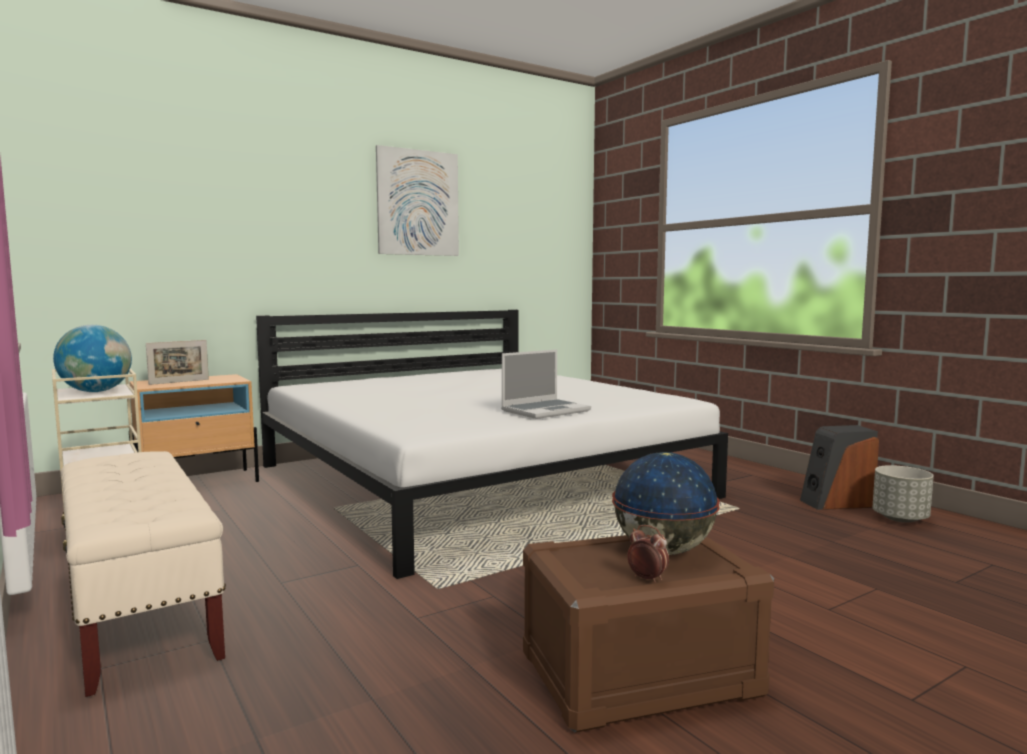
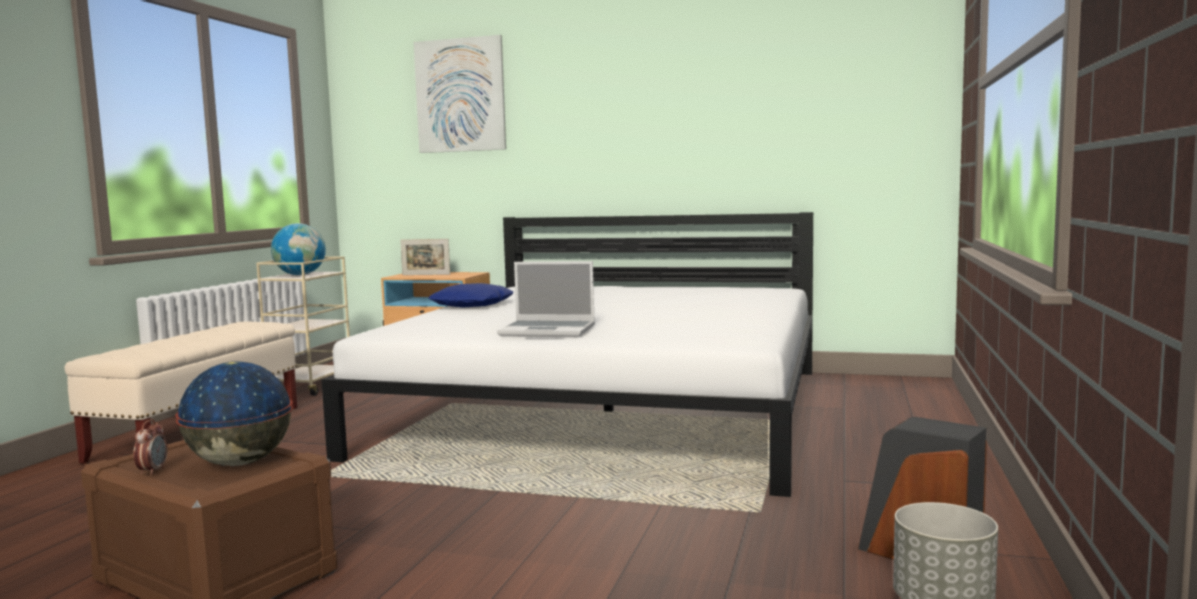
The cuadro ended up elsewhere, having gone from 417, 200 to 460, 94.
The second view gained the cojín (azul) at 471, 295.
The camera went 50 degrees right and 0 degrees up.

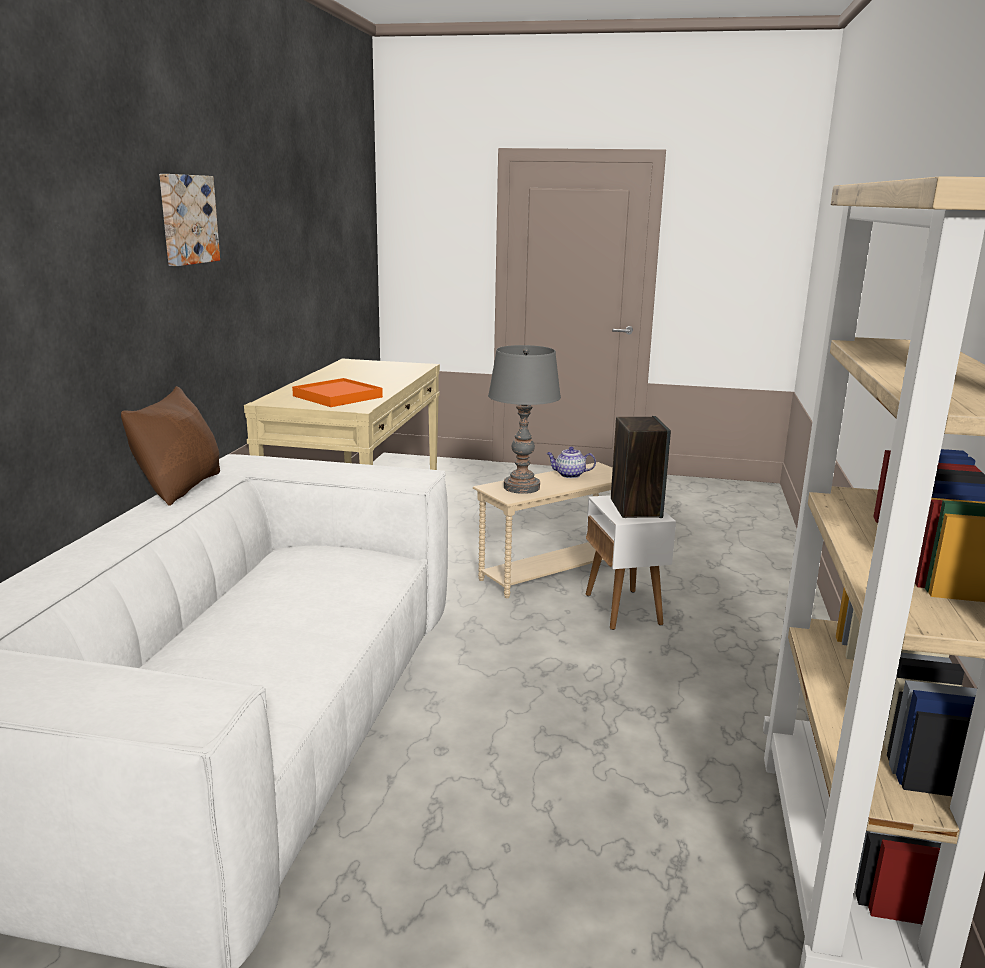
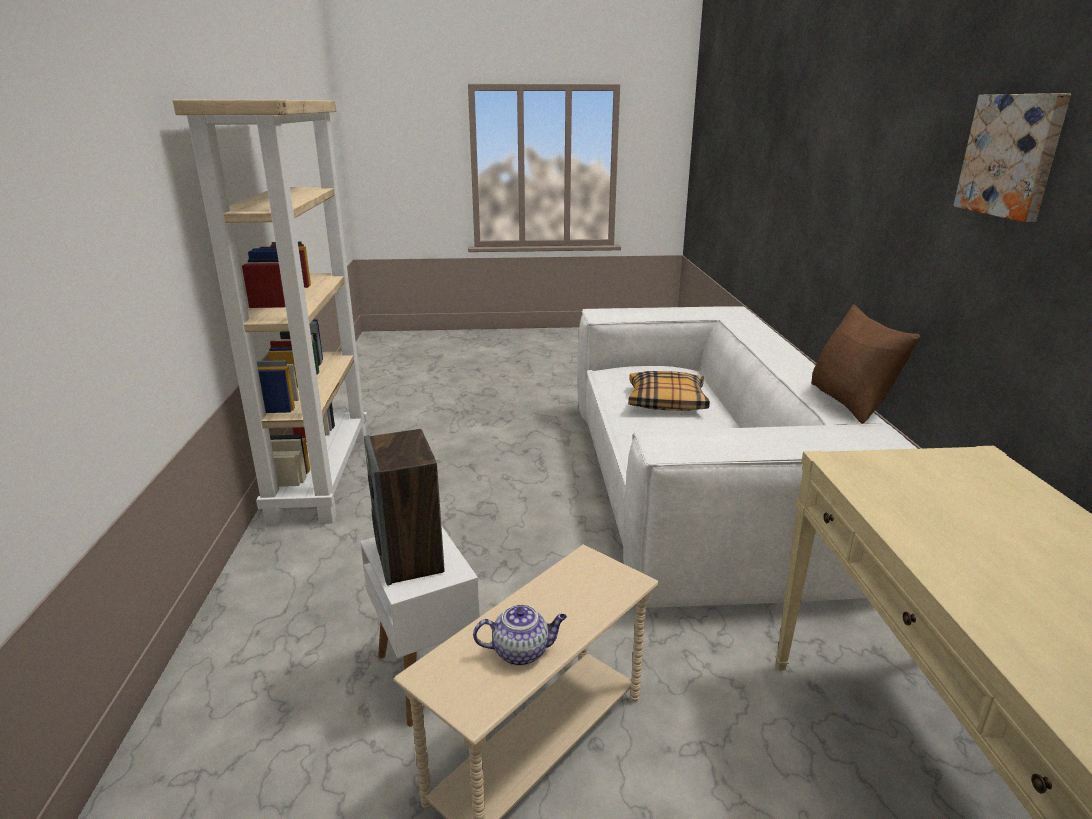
The second view lost the lámpara de mesa (gris) at 524, 419.
The second view lost the bandeja (naranja) at 337, 392.
The second view gained the cojín at 669, 391.
The camera went 165 degrees right and 5 degrees up.

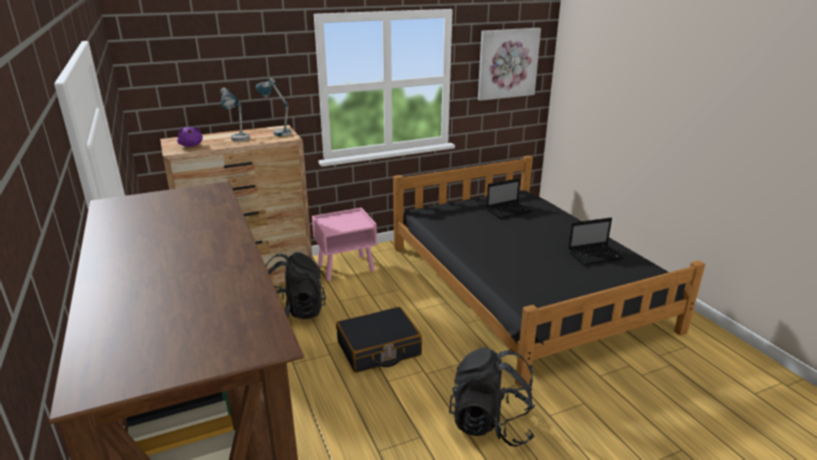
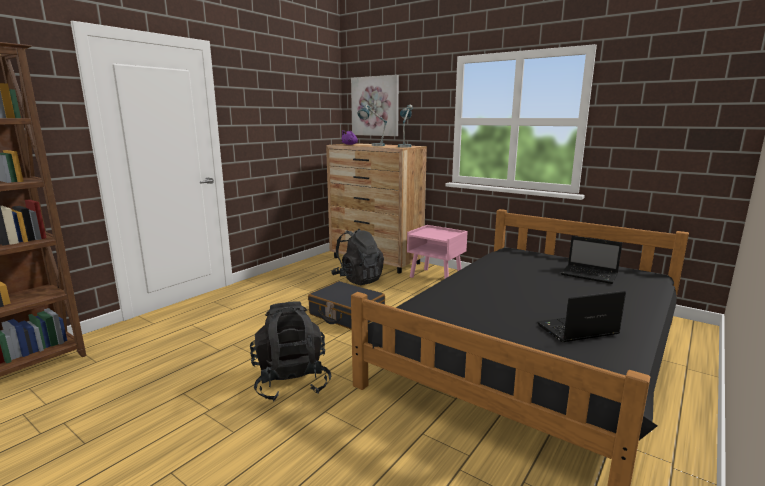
The cuadro ended up elsewhere, having gone from 509, 64 to 375, 105.
The portátil at 596, 241 ended up facing another way, 120 degrees clockwise from before.
The camera went 60 degrees right and 10 degrees down.

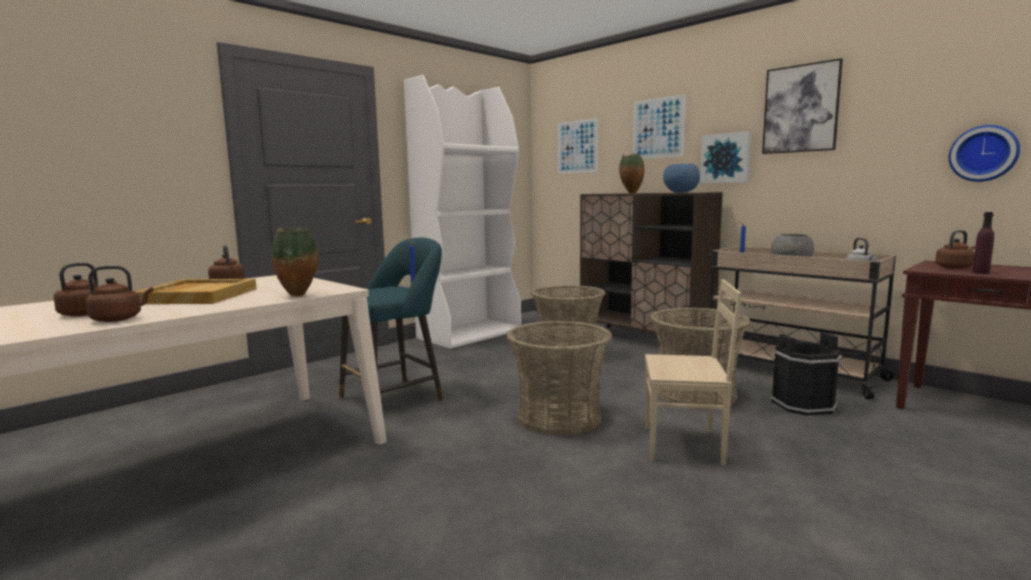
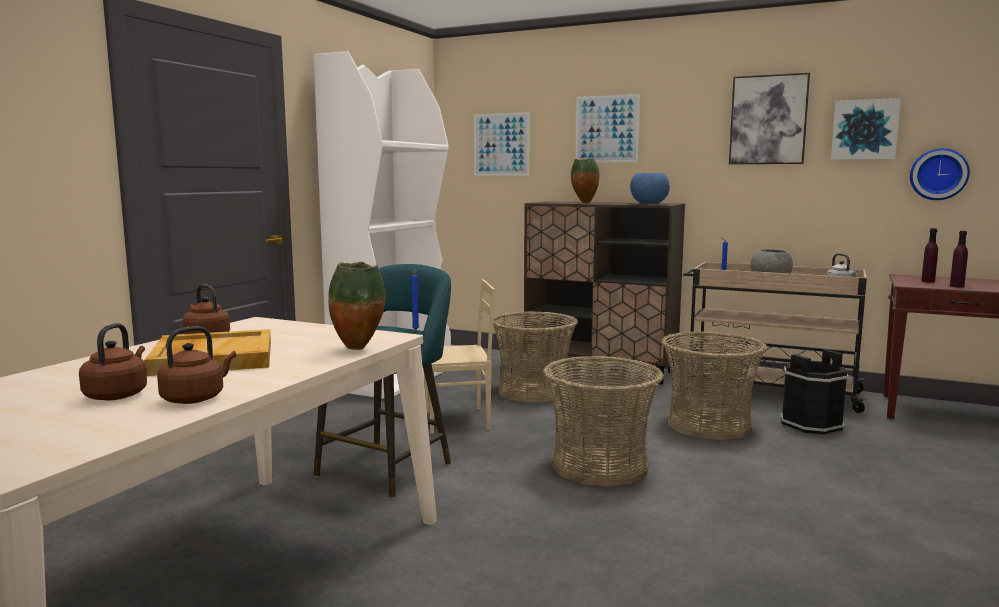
The cuadro ended up elsewhere, having gone from 725, 157 to 866, 129.
Where the hervidor (marrón) stood at 955, 249, the botella (morado) came to stand at 929, 255.
The silla (beis) ended up elsewhere, having gone from 693, 372 to 459, 356.
The camera went 20 degrees left and 0 degrees up.

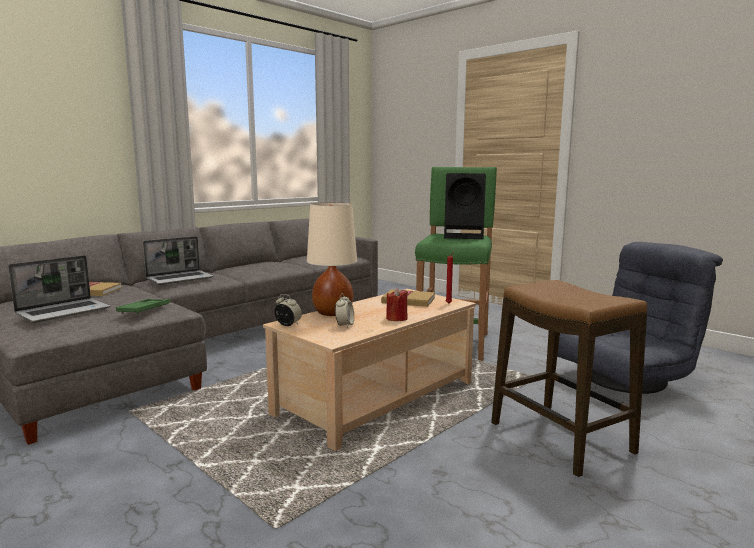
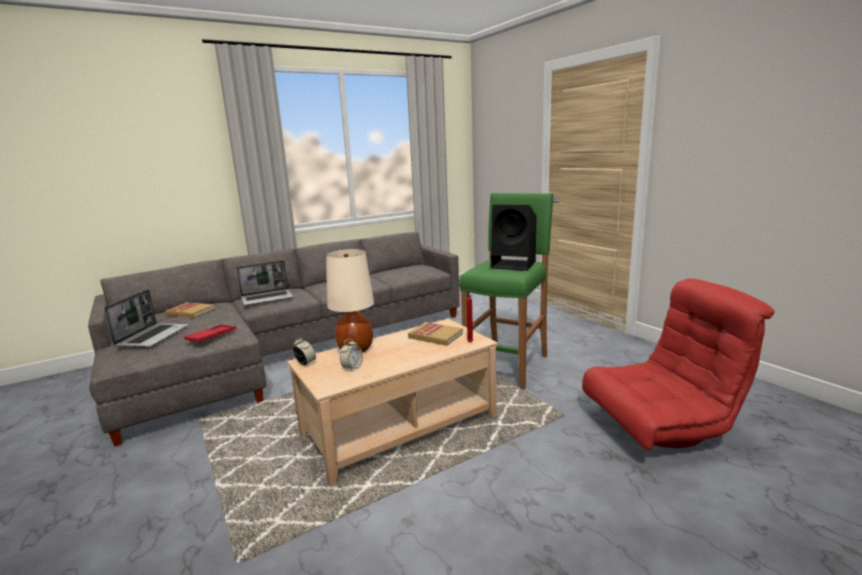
What was the sillón (gris) at 640, 318 turned into the sillón (rojo) at 678, 364.
The portátil at 59, 289 ended up facing another way, 45 degrees counterclockwise from before.
The second view lost the taburete at 569, 378.
The second view lost the vela (rojo) at 397, 304.
What was the bandeja (verde) at 143, 306 turned into the bandeja (rojo) at 210, 333.
The camera went 15 degrees right and 5 degrees up.

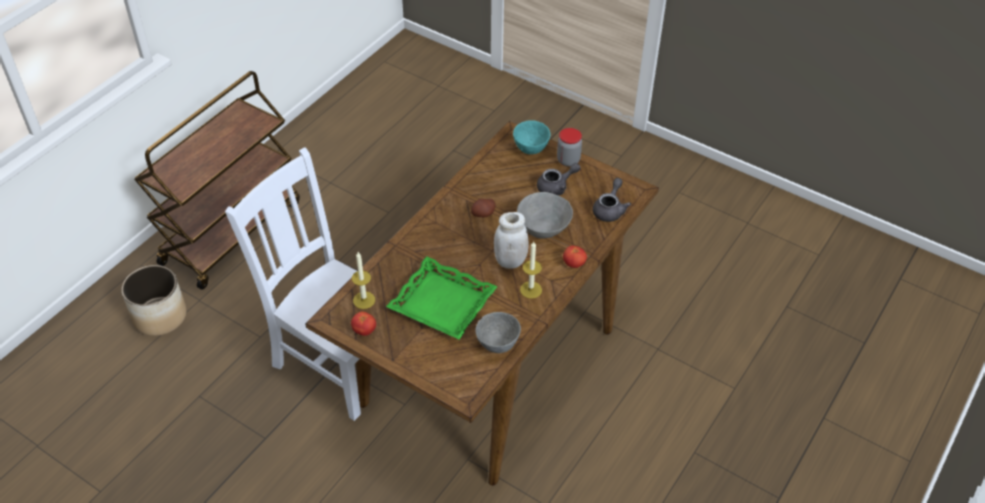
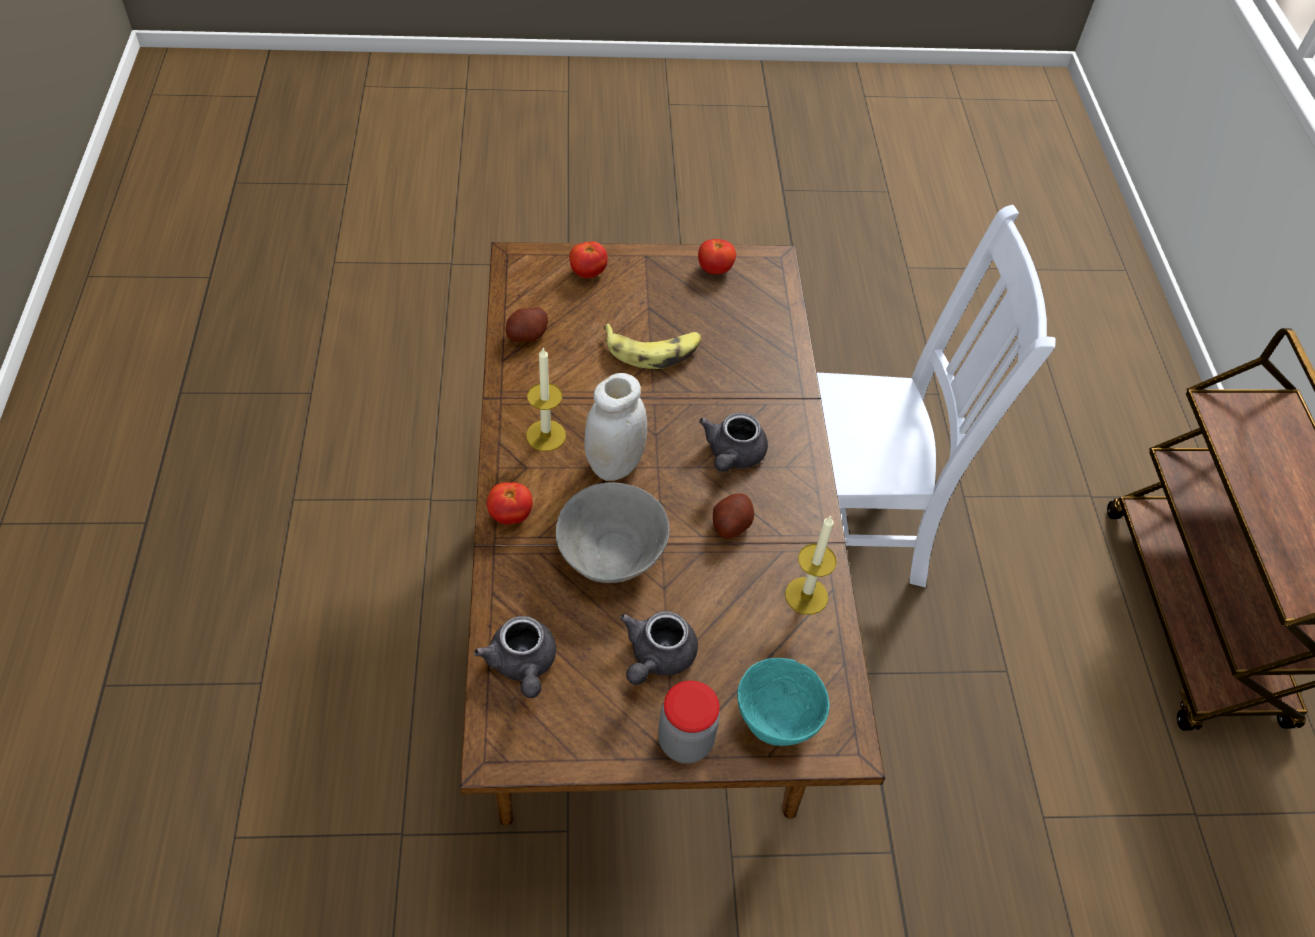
The vela ended up elsewhere, having gone from 363, 280 to 811, 565.
Where the bandeja (verde) stood at 442, 297, the plátano came to stand at 652, 346.
The second view lost the maceta at 154, 300.
Where the cuenco (gris) stood at 498, 332, the patata came to stand at 527, 324.
The second view gained the tomate at 588, 259.
The second view gained the tetera (gris) at 733, 442.
The camera went 140 degrees right and 5 degrees up.

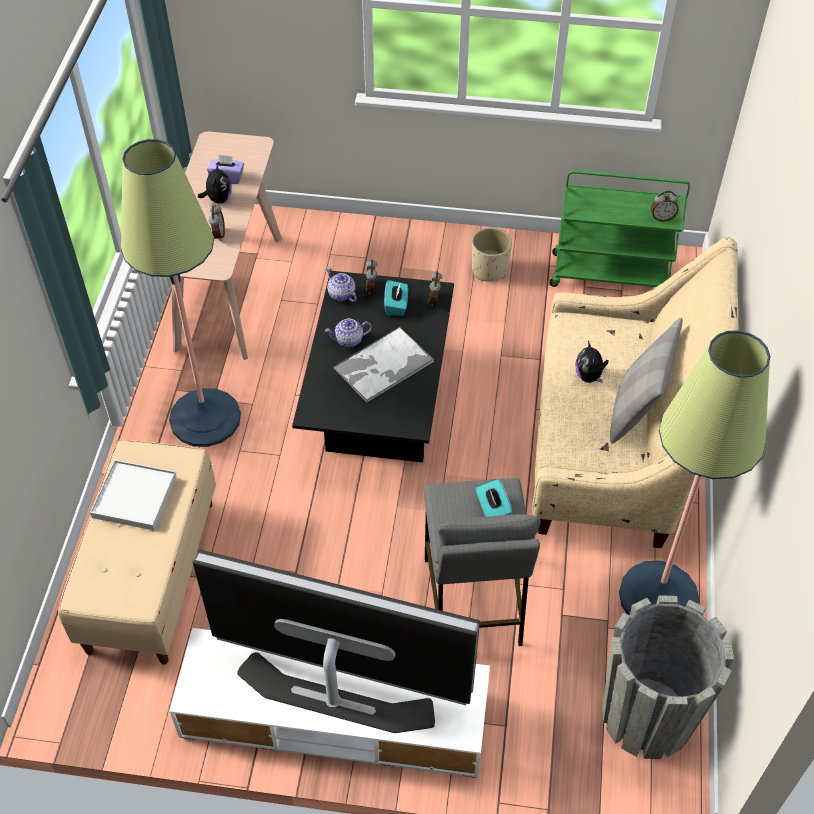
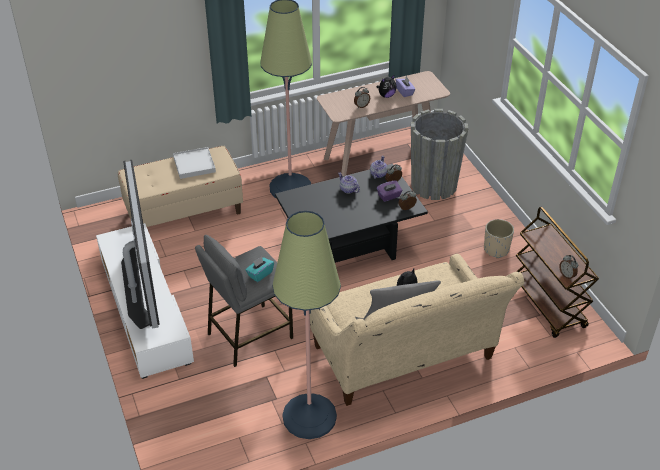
What was the carrito (verde) at 620, 229 turned into the carrito (marrón) at 557, 272.
What was the caja de pañuelos (turquesa) at 396, 298 turned into the caja de pañuelos (morado) at 389, 191.
The second view lost the bandeja at 383, 365.
The maceta (gris) ended up elsewhere, having gone from 668, 677 to 440, 154.
The camera went 60 degrees right and 10 degrees down.

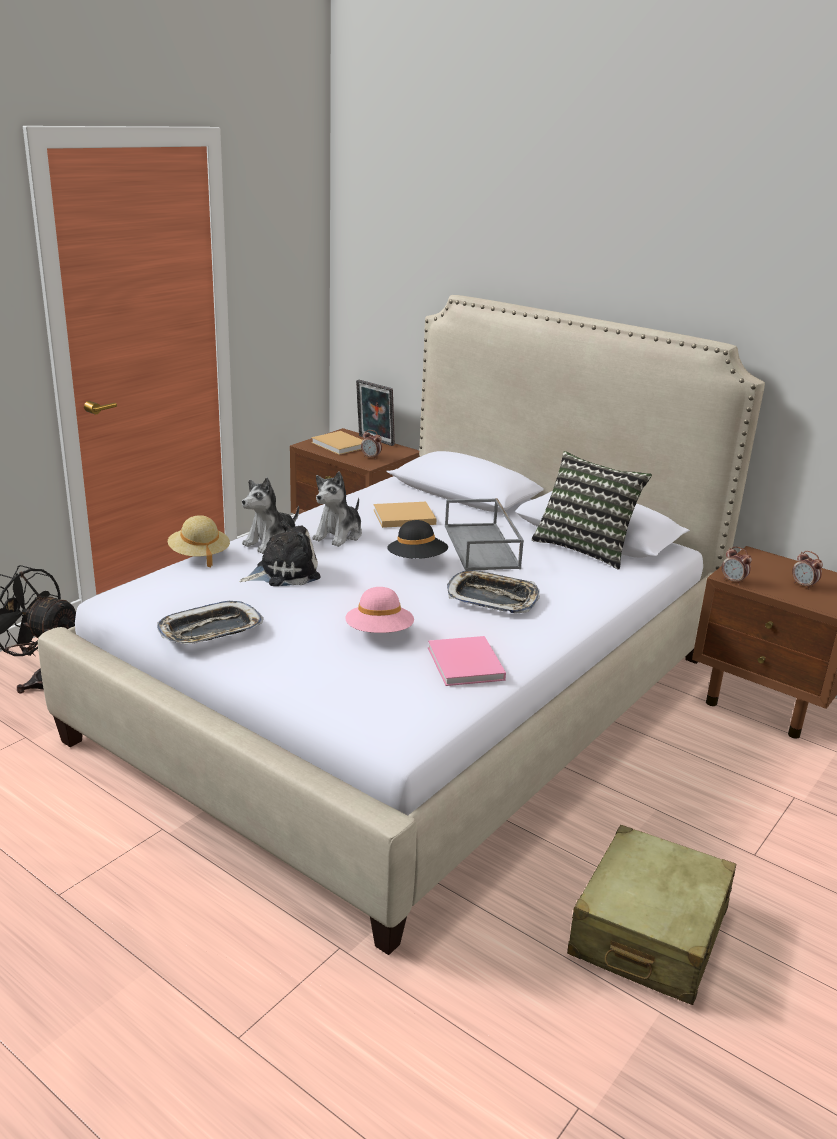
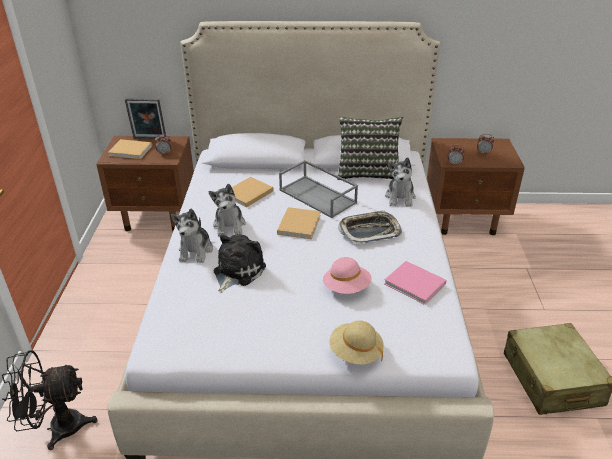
The sombrero (beis) ended up elsewhere, having gone from 199, 541 to 357, 342.
Where the sombrero (negro) stood at 417, 539, the libro (beis) came to stand at 299, 223.
The second view lost the bandeja at 210, 622.
The second view gained the peluche at 400, 182.
The camera went 35 degrees left and 10 degrees up.

